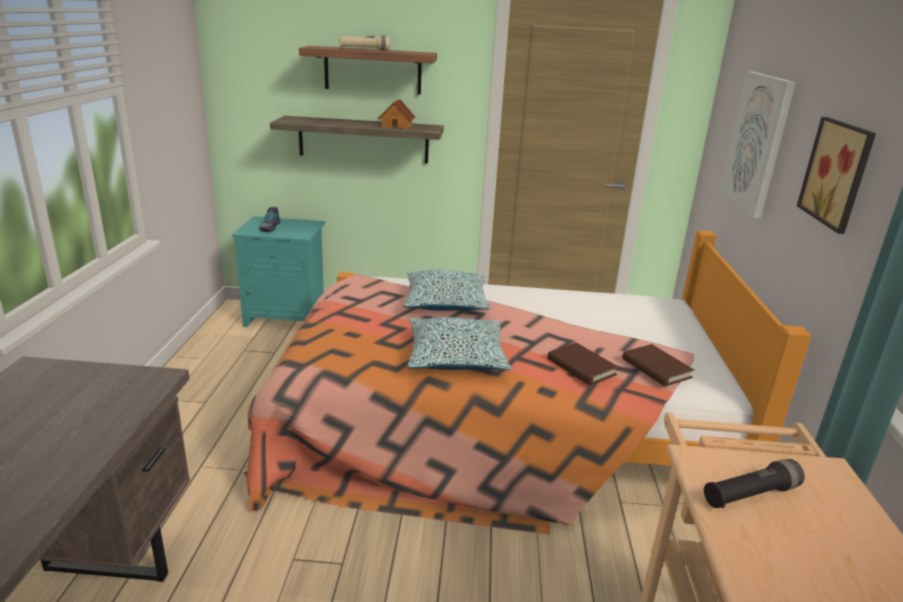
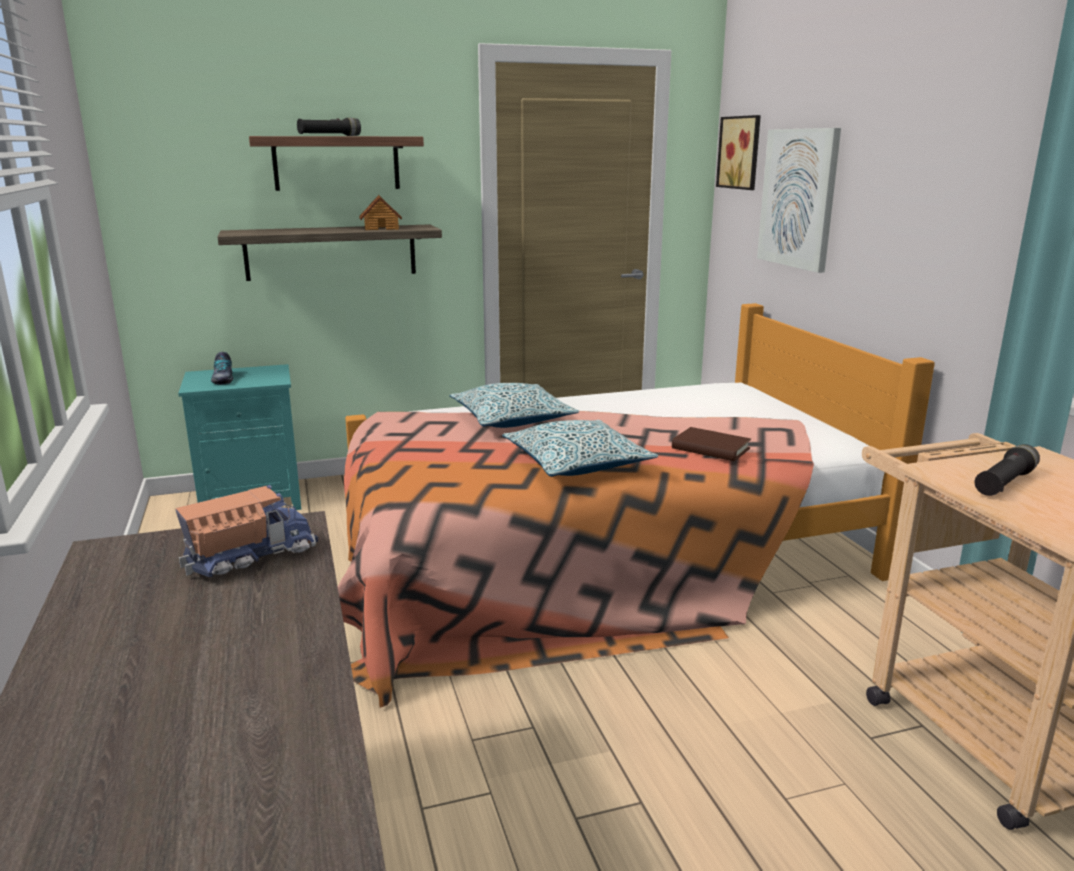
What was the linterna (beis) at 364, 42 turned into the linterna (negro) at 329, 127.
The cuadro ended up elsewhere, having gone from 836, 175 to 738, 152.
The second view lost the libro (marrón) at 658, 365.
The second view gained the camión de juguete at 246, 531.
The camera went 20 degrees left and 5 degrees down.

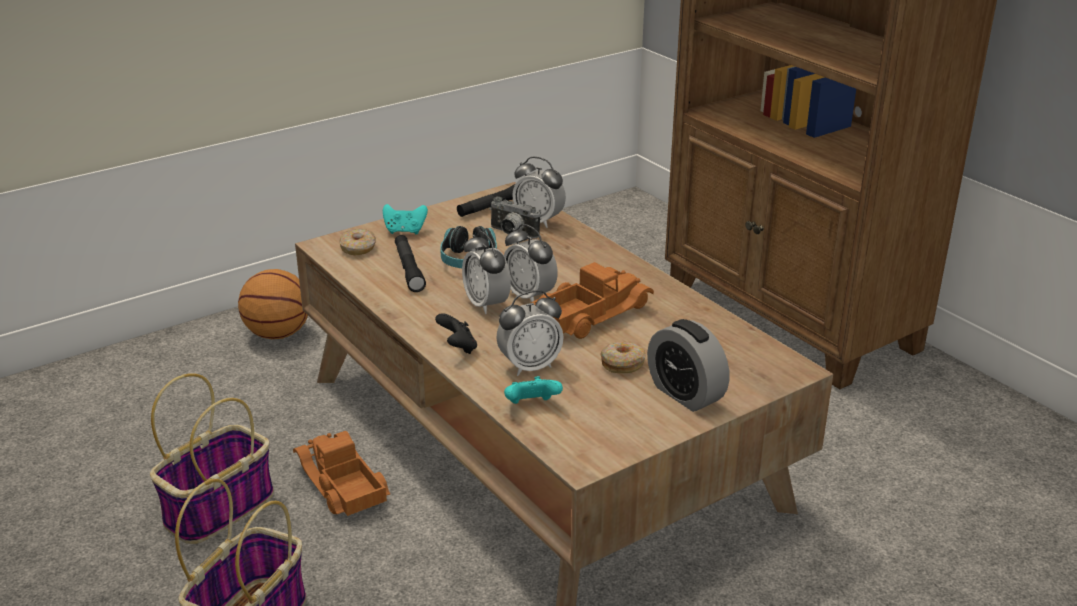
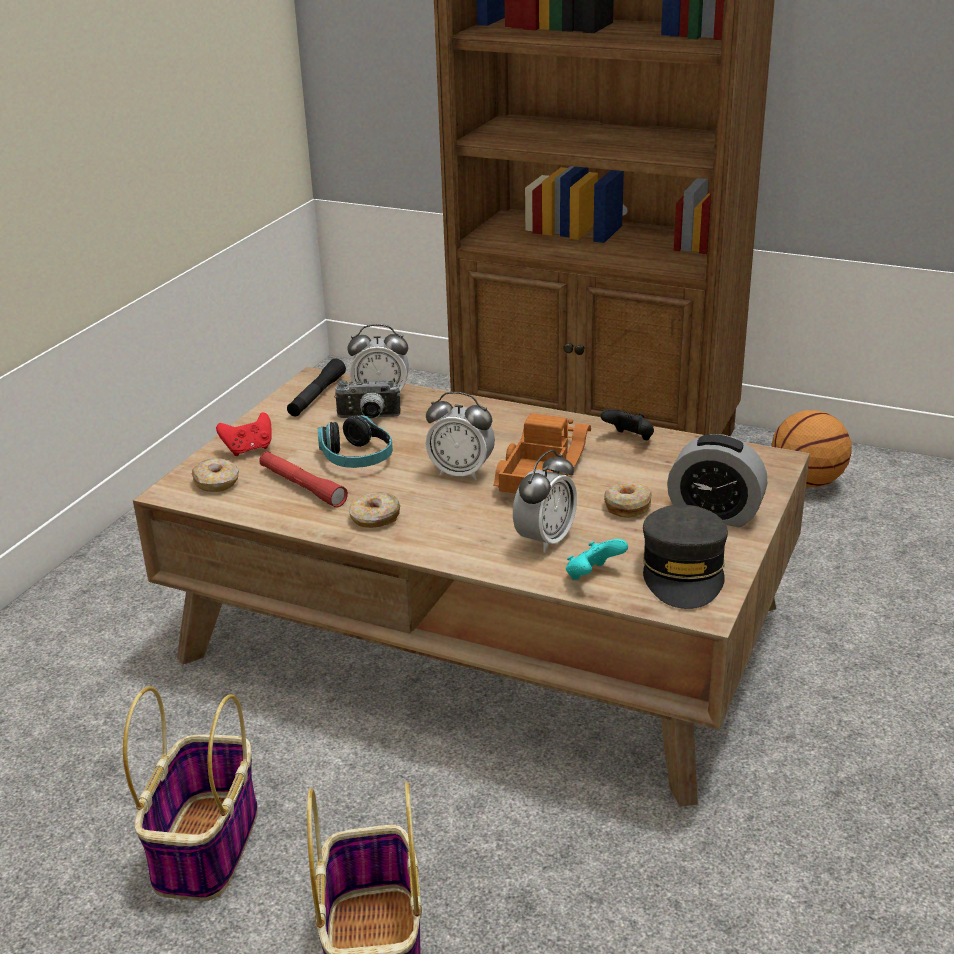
What was the mando de consola (turquesa) at 405, 219 turned into the mando de consola (rojo) at 244, 434.
The second view lost the despertador at 486, 272.
What was the linterna (negro) at 410, 263 turned into the linterna (rojo) at 303, 479.
The balón de baloncesto ended up elsewhere, having gone from 273, 304 to 811, 449.
The mando de consola (negro) ended up elsewhere, having gone from 456, 333 to 627, 425.
The second view lost the camión de juguete at 341, 473.
The second view gained the rosquilla at 374, 510.
The second view gained the gorra (gris) at 685, 557.
The camera went 30 degrees left and 0 degrees up.

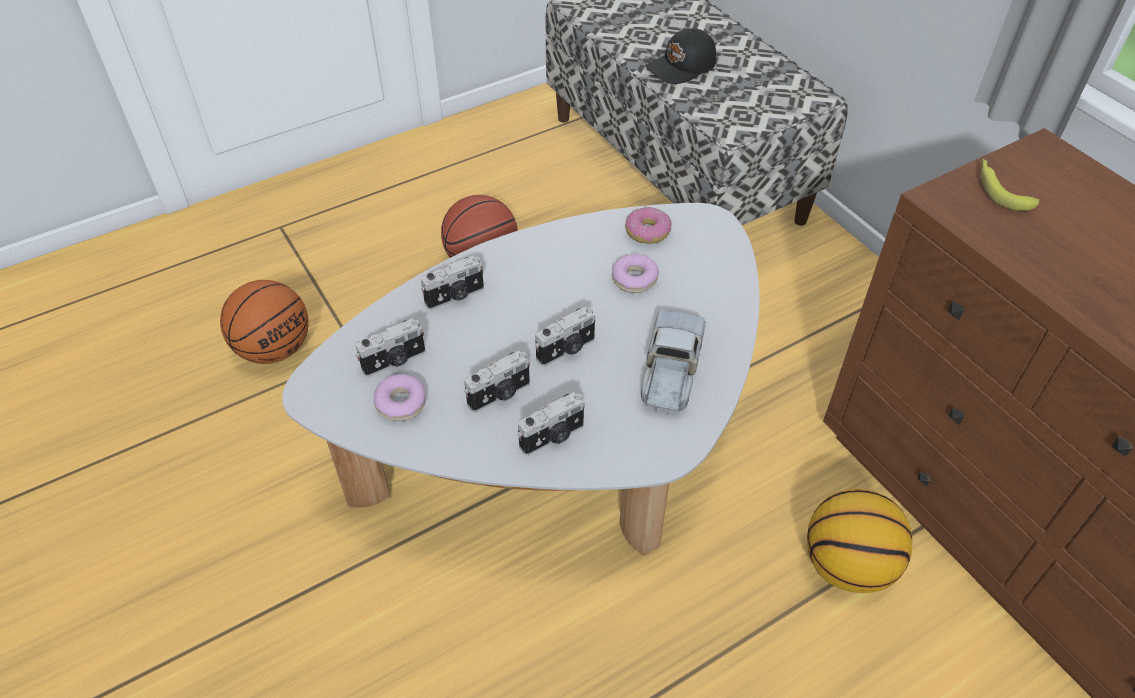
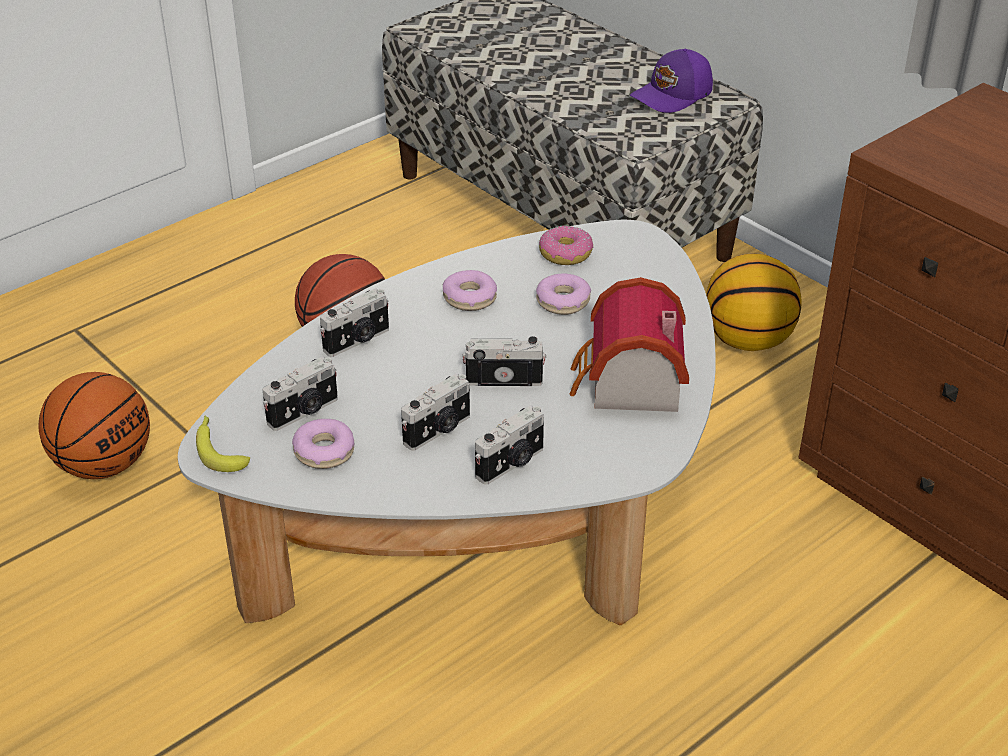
The second view lost the gorra (negro) at 681, 56.
The plátano ended up elsewhere, having gone from 1010, 185 to 223, 444.
The cámara at 565, 336 ended up facing another way, 135 degrees counterclockwise from before.
Where the camión de juguete stood at 673, 362, the casita came to stand at 629, 344.
The balón de baloncesto ended up elsewhere, having gone from 859, 541 to 754, 302.
The second view gained the gorra (morado) at 671, 81.
The second view gained the rosquilla at 470, 290.
The camera went 10 degrees left and 10 degrees down.

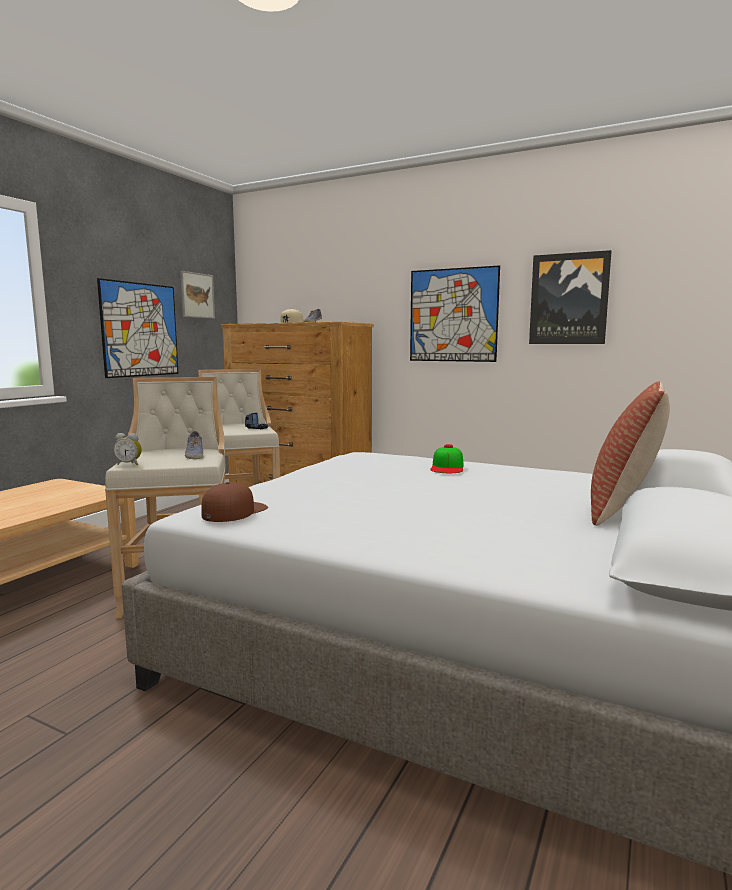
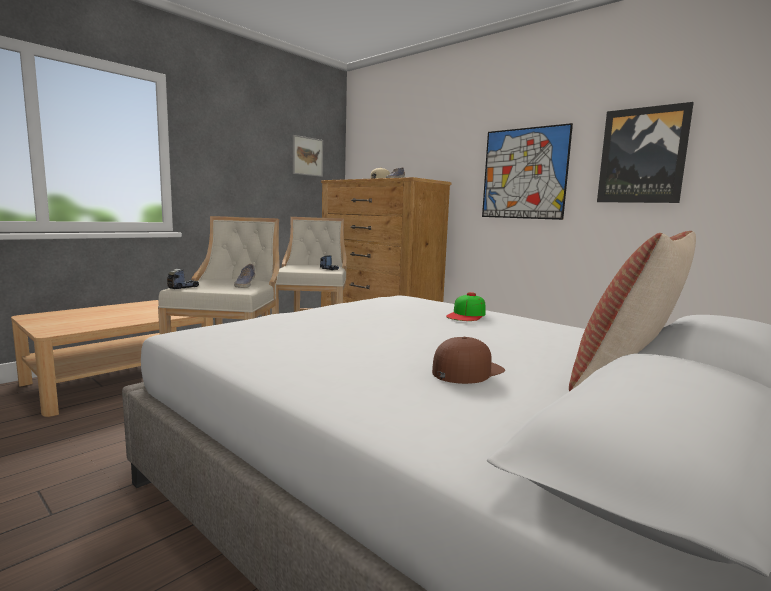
The second view lost the cuadro at 138, 328.
Where the despertador stood at 127, 449, the camión de juguete came to stand at 183, 278.
The gorra (marrón) ended up elsewhere, having gone from 234, 502 to 468, 360.
The camera went 15 degrees right and 0 degrees up.

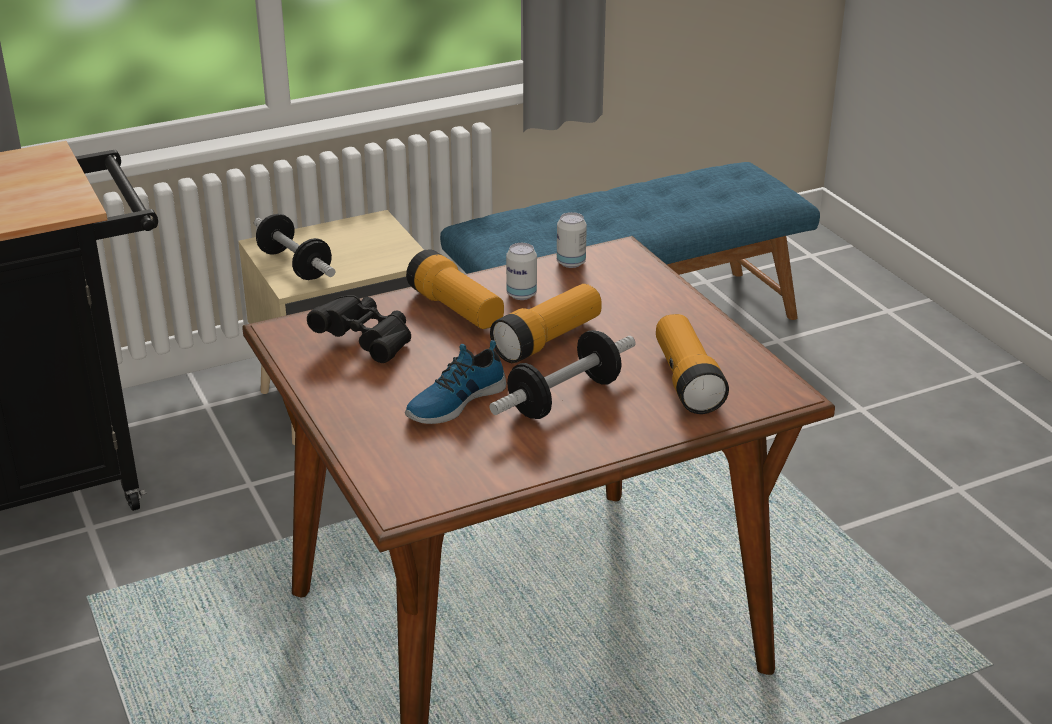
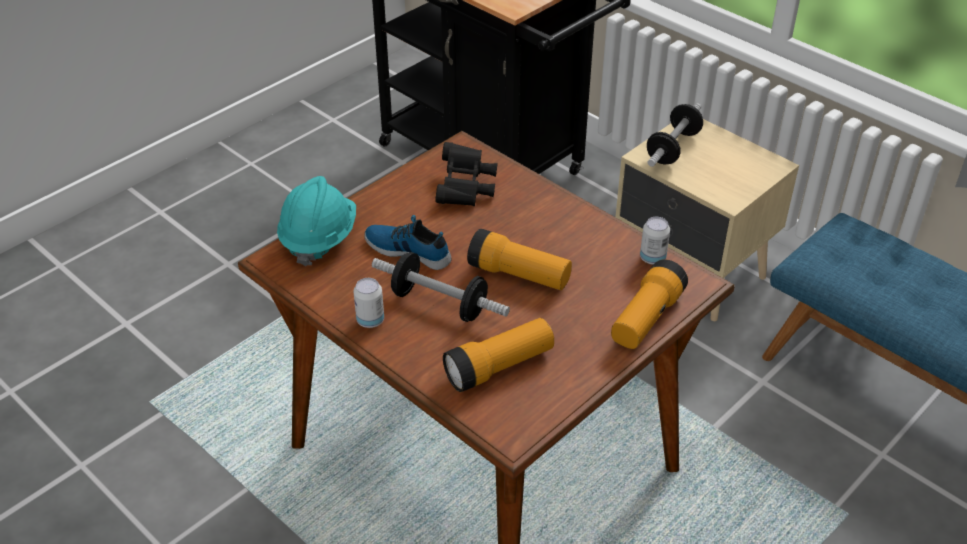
The lata ended up elsewhere, having gone from 521, 271 to 368, 303.
The linterna ended up elsewhere, having gone from 455, 289 to 649, 304.
The second view gained the casco (turquesa) at 316, 221.
The camera went 70 degrees right and 10 degrees up.

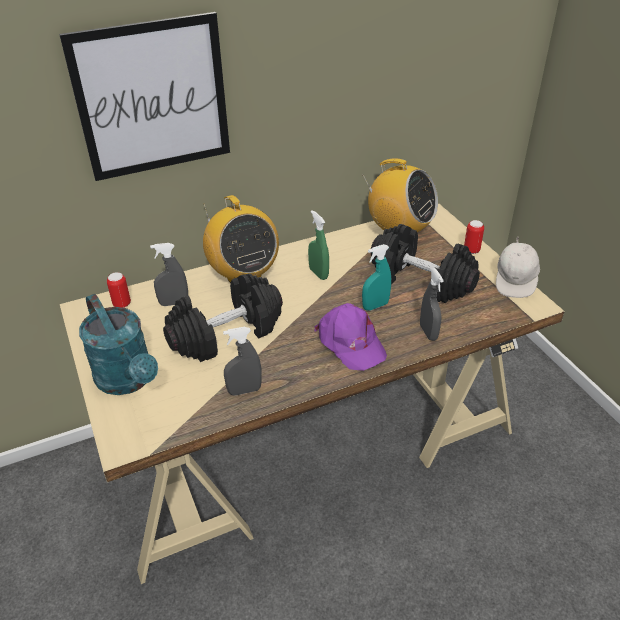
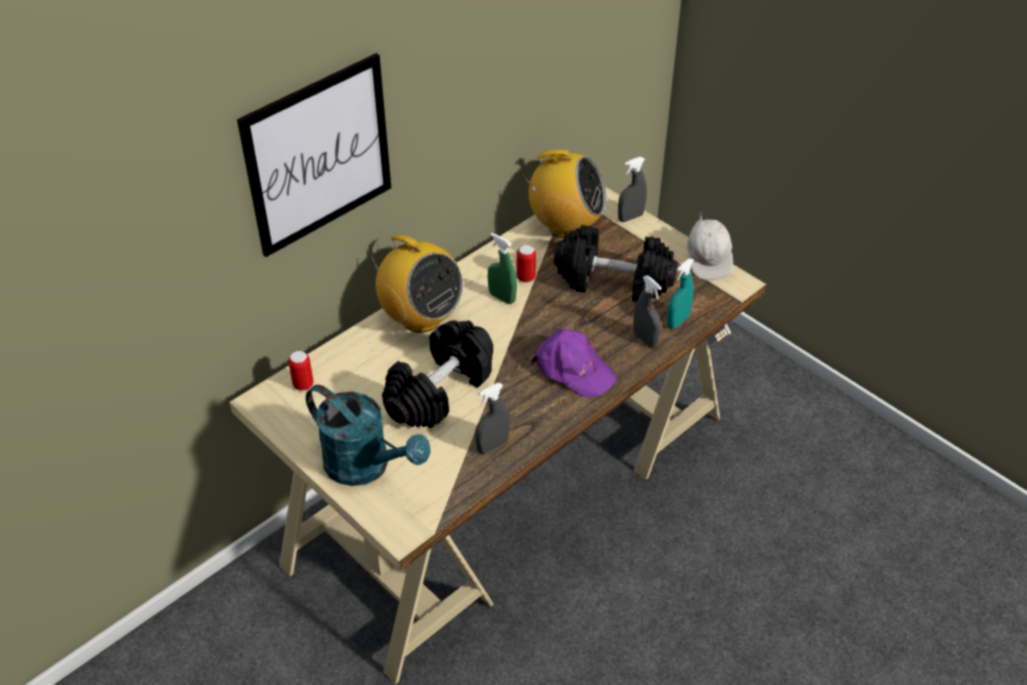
The lata ended up elsewhere, having gone from 474, 237 to 526, 264.
The pulverizador (gris) ended up elsewhere, having gone from 169, 274 to 632, 189.
The pulverizador (turquesa) ended up elsewhere, having gone from 376, 277 to 680, 293.
The camera went 20 degrees left and 5 degrees up.

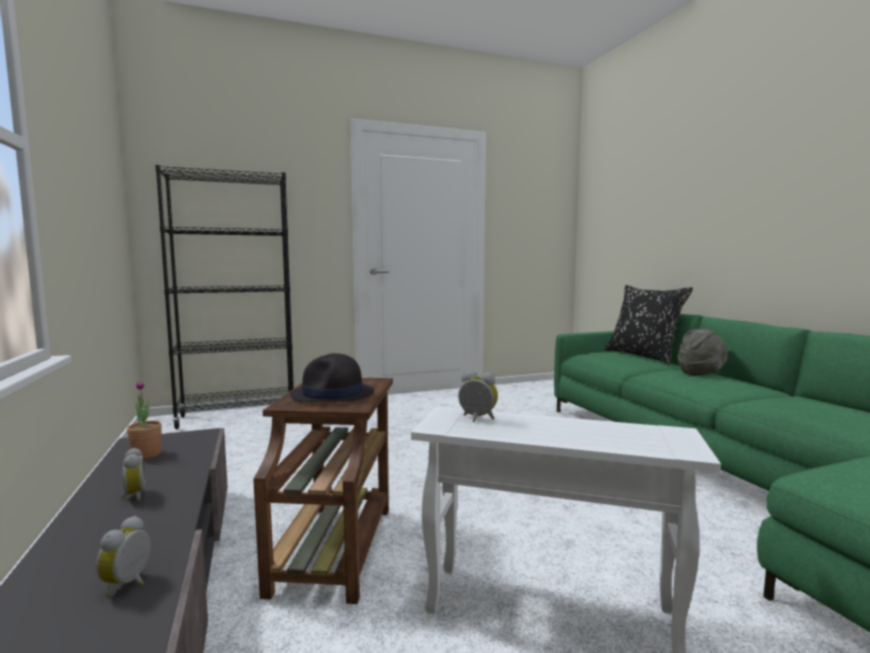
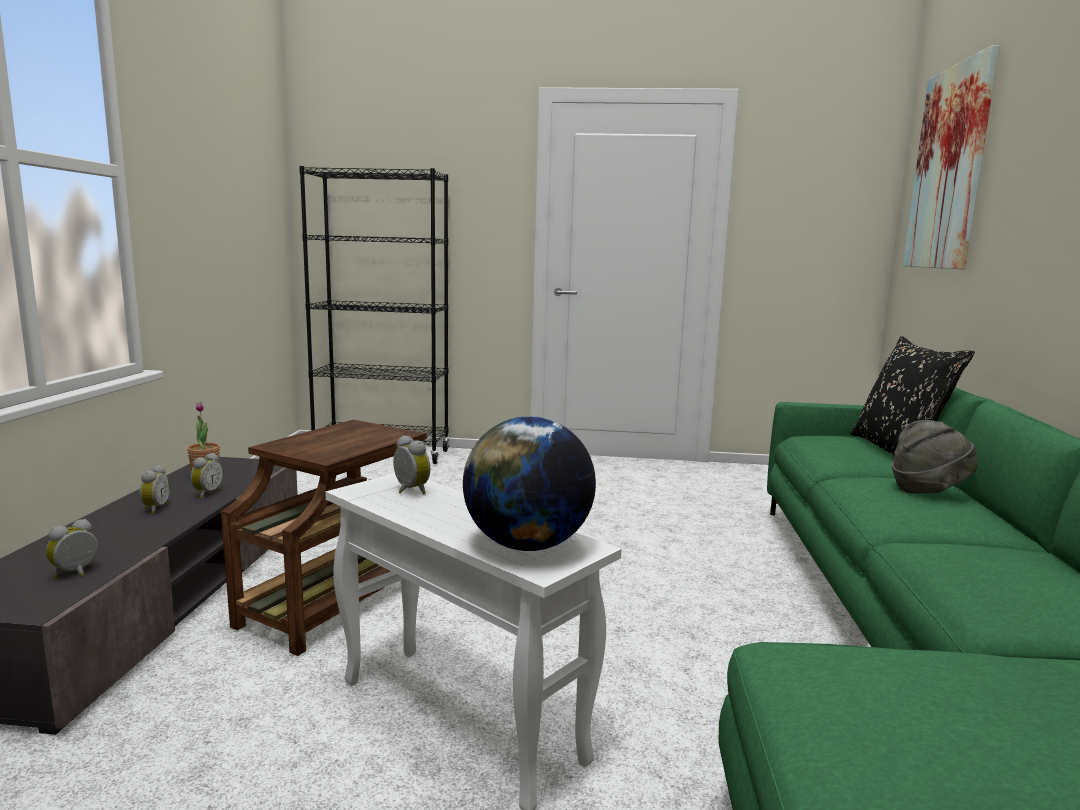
The second view lost the sombrero (negro) at 332, 377.
The second view gained the cuadro at 951, 157.
The second view gained the globo terráqueo at 529, 483.
The second view gained the despertador at 207, 475.
The camera went 25 degrees right and 5 degrees up.

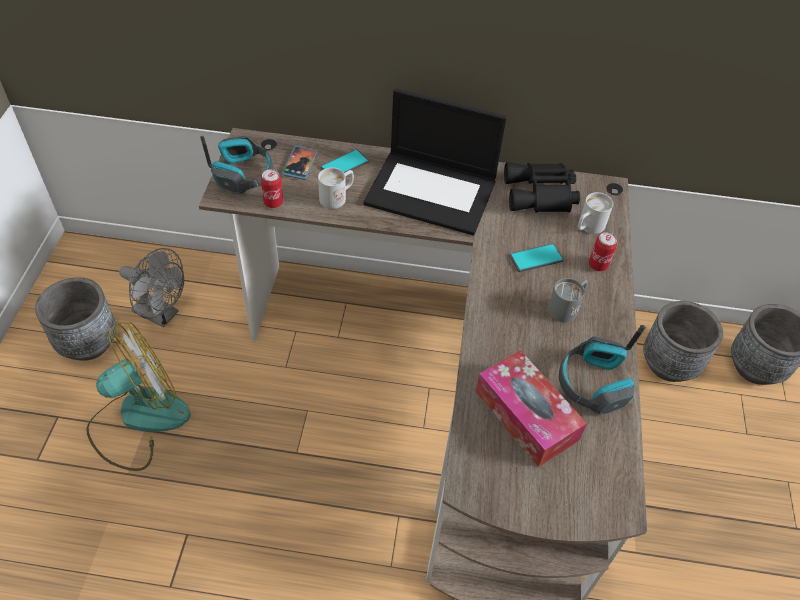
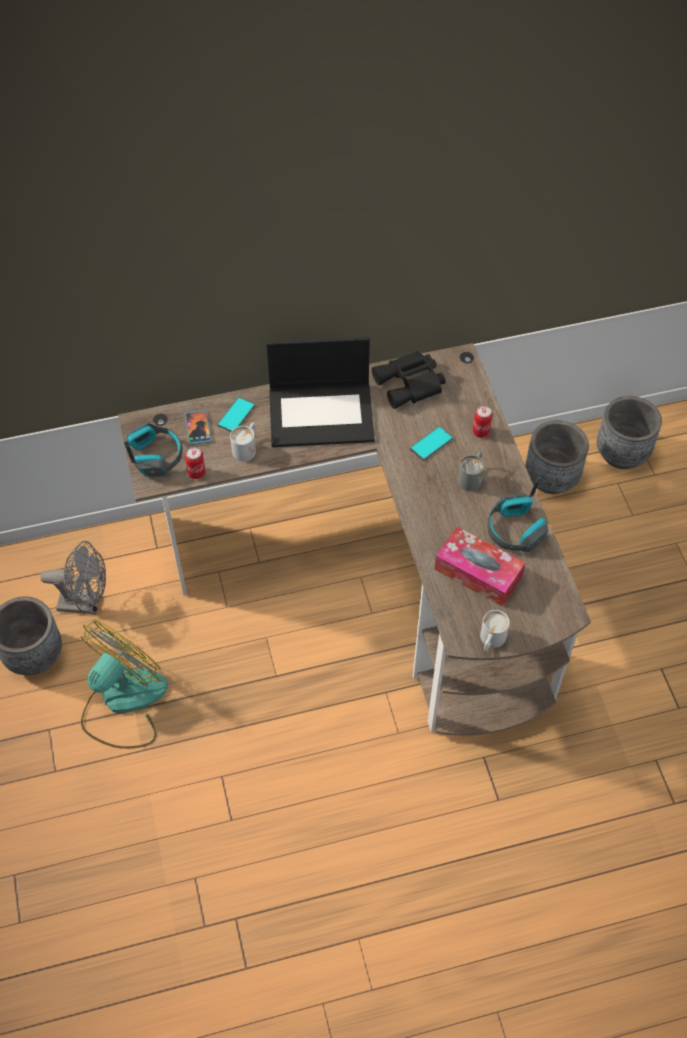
The taza grande (blanco) ended up elsewhere, having gone from 595, 213 to 495, 631.
The camera went 20 degrees left and 5 degrees up.

